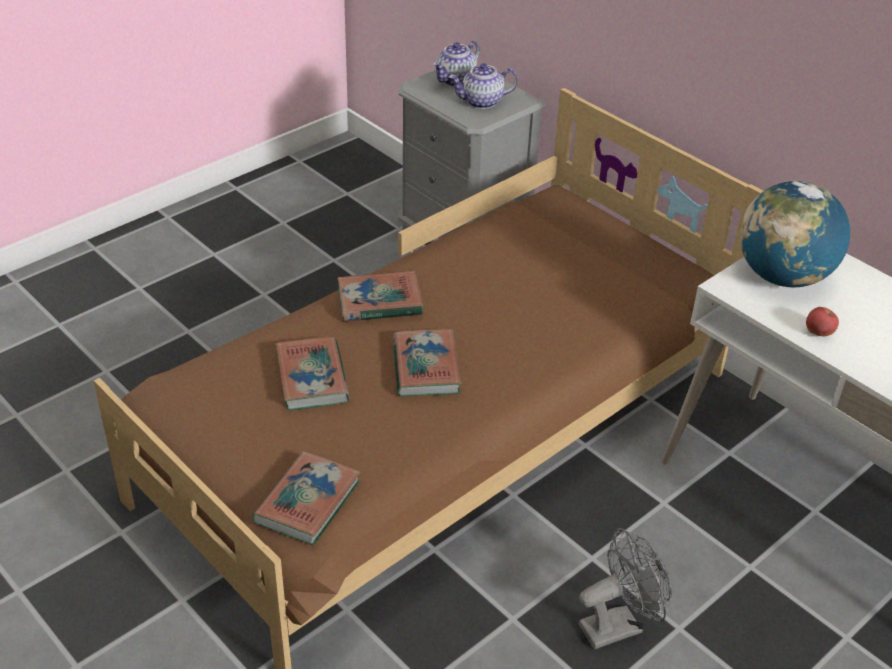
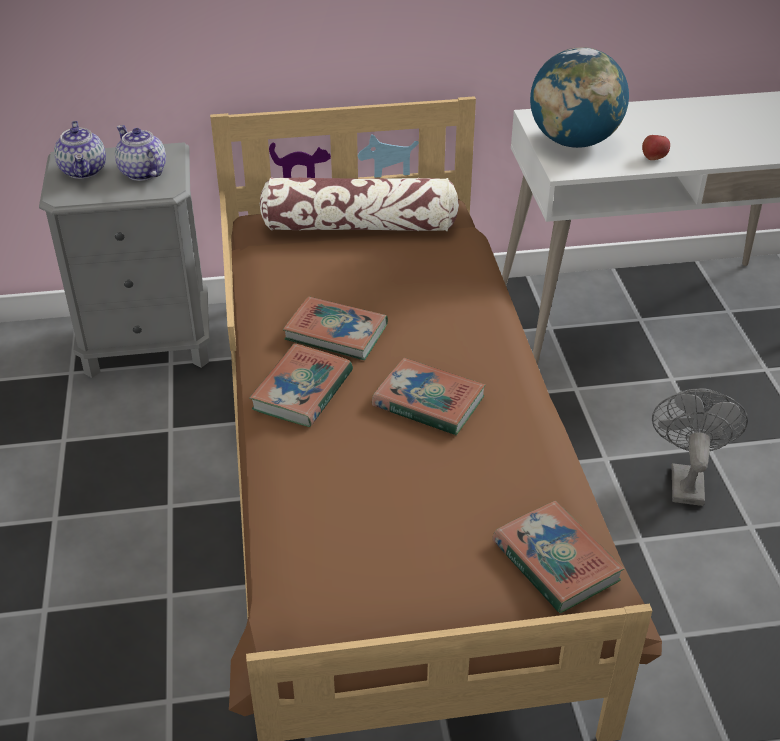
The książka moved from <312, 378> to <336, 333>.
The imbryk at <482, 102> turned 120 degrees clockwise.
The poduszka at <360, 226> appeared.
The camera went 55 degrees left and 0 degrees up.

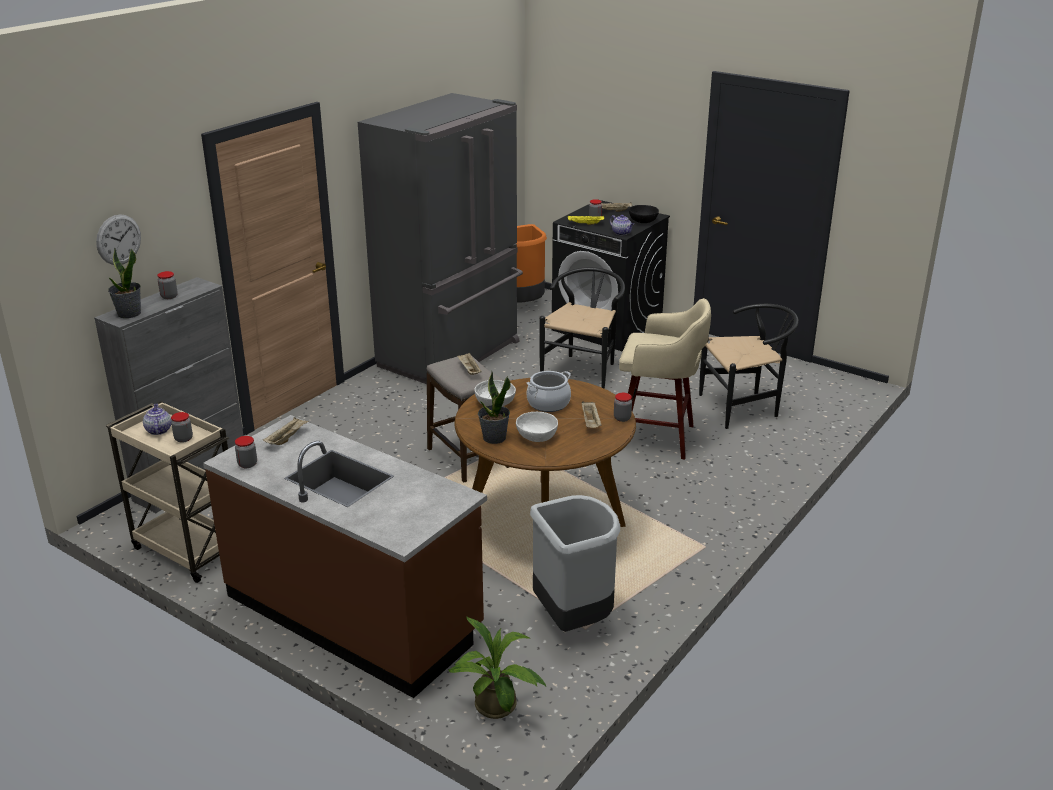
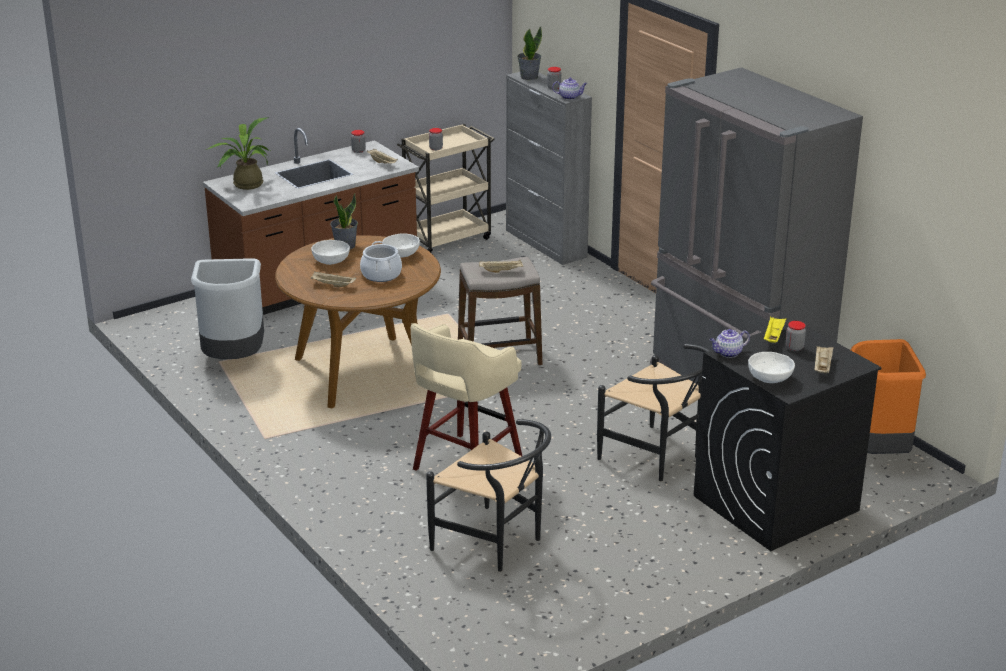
The zegar ścienny at <118, 239> disappeared.
The imbryk moved from <158, 430> to <570, 97>.
The roślina doniczkowa moved from <498, 709> to <244, 185>.
The słoik at <622, 418> disappeared.
The miska [czarny] at <643, 221> became the miska [biały] at <770, 378>.
The krzesło [czarny] at <745, 407> turned 60 degrees counterclockwise.
The camera went 110 degrees right and 0 degrees up.

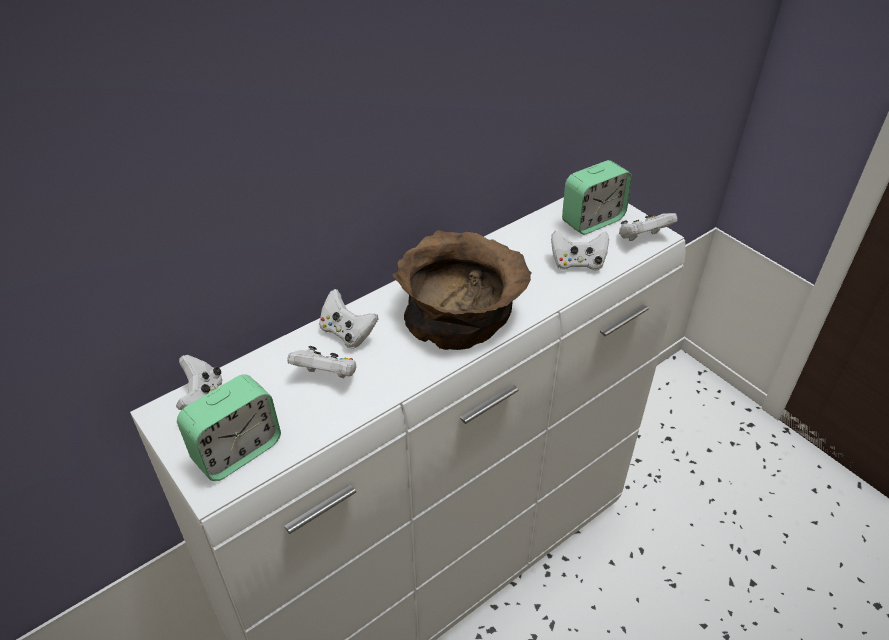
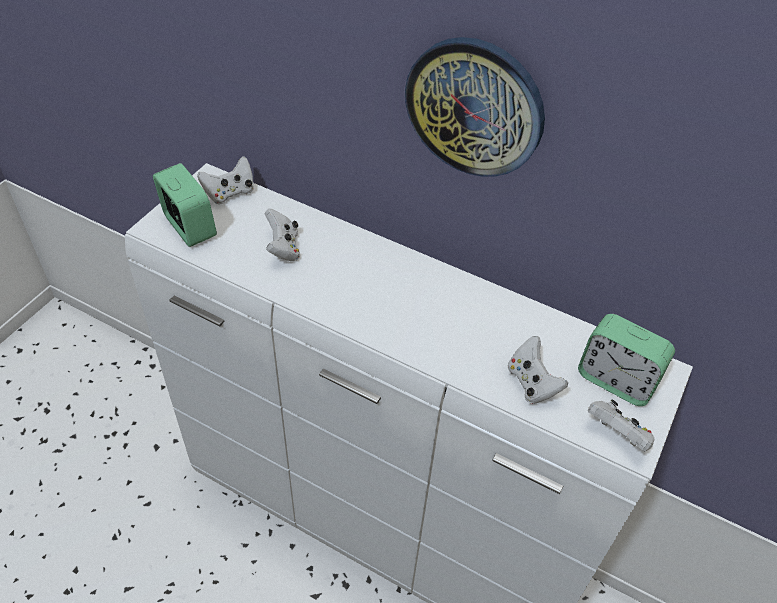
The budzik at <237, 451> turned 150 degrees counterclockwise.
The pad do gier [biały] at <347, 333> disappeared.
The miska [brązowy] at <461, 310> disappeared.
The zegar ścienny at <474, 107> appeared.
The camera went 65 degrees right and 5 degrees up.

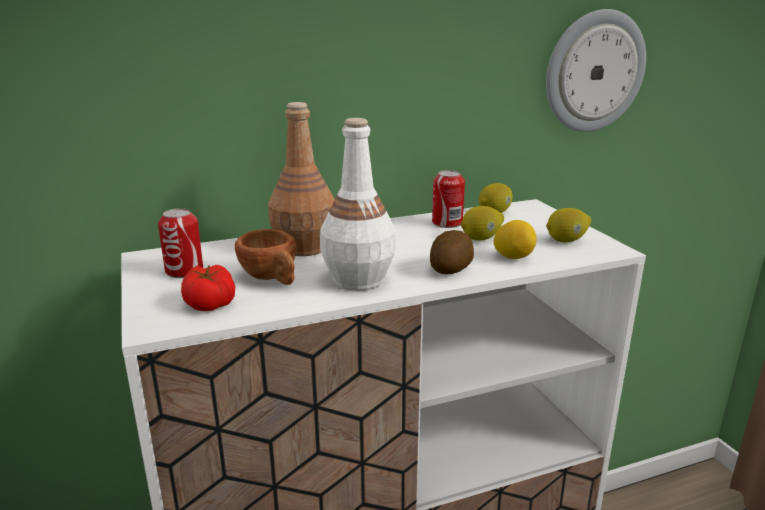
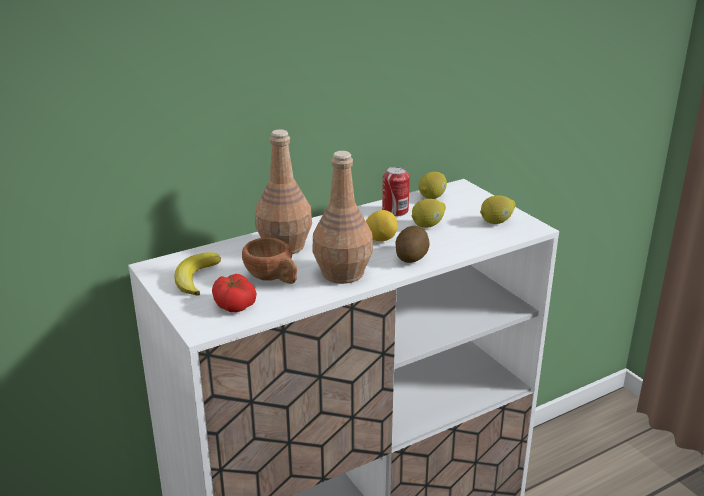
The puszka at <184, 271> was replaced by the banan at <195, 277>.
The butelka [biały] at <358, 280> became the butelka [brązowy] at <342, 273>.
The cytryna moved from <513, 257> to <380, 239>.
The zegar ścienny at <594, 72> disappeared.
The camera went 10 degrees left and 5 degrees up.

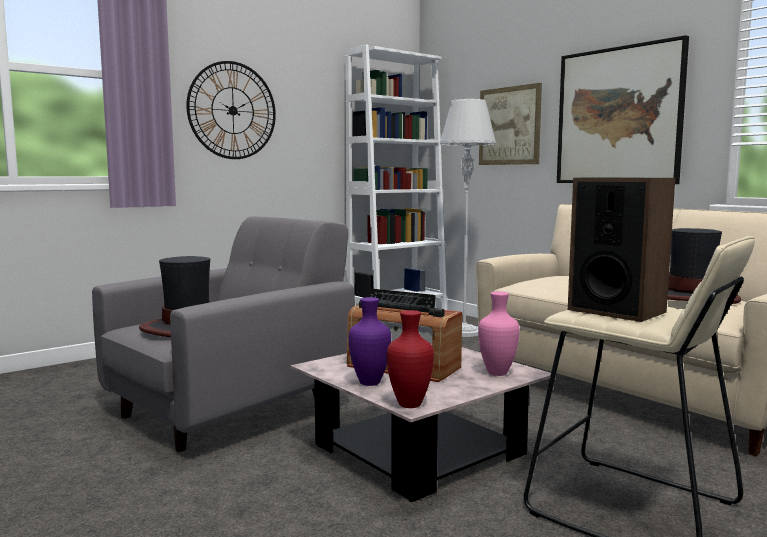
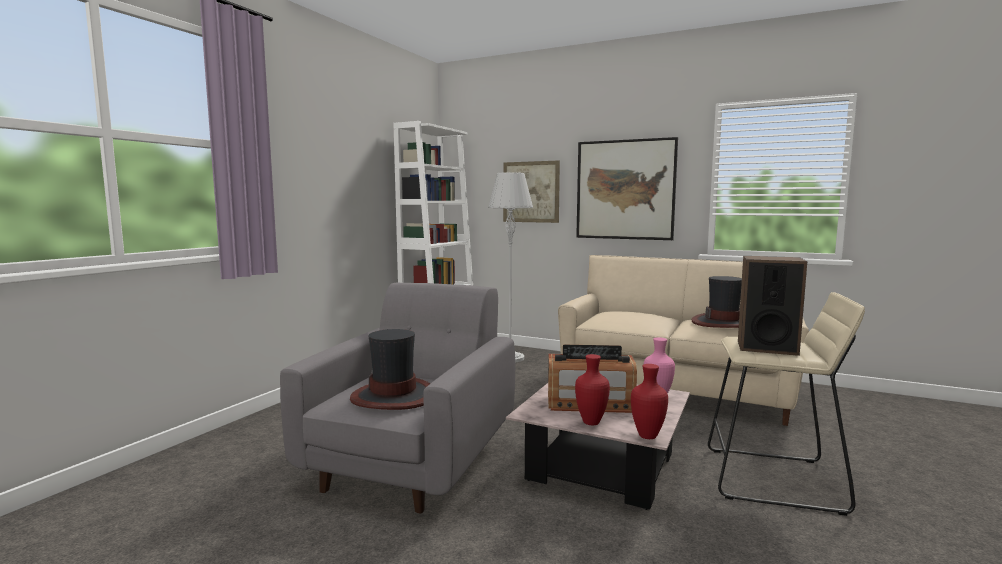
The zegar ścienny at <232, 110> disappeared.
The wazon [fioletowy] at <370, 382> became the wazon [czerwony] at <590, 422>.
The camera went 25 degrees left and 0 degrees up.

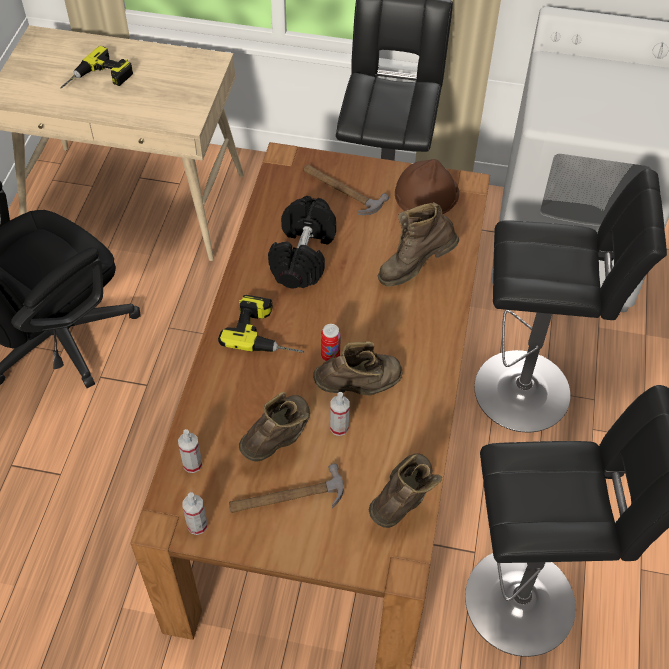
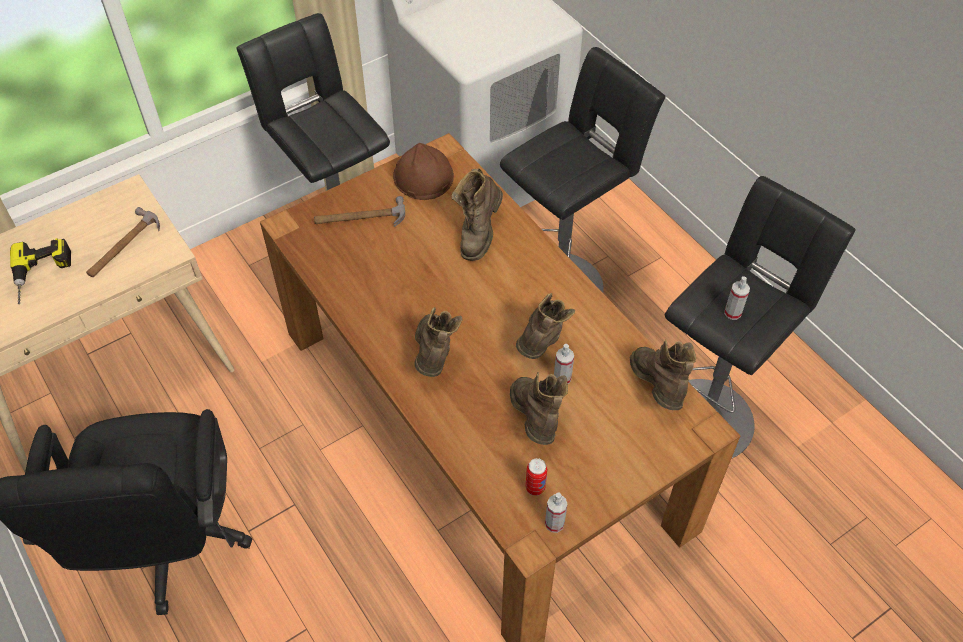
The spryskiwacz moved from <192, 464> to <732, 313>.
The wiertarka at <267, 332> was replaced by the but z cholewką [brązowy] at <435, 356>.
The młotek moved from <286, 498> to <123, 246>.
The hantel [czarny] at <302, 255> disappeared.
The puszka moved from <330, 356> to <535, 488>.
The camera went 45 degrees left and 0 degrees up.

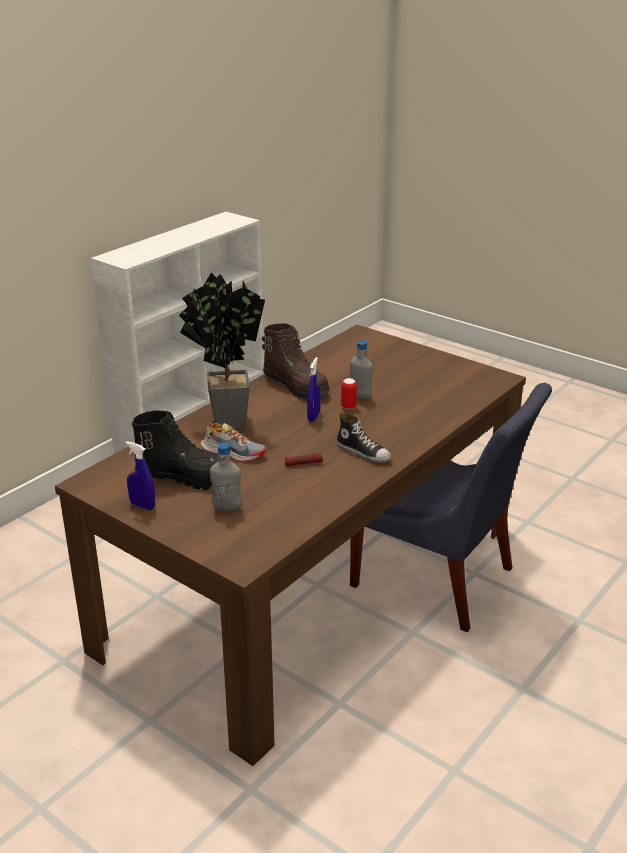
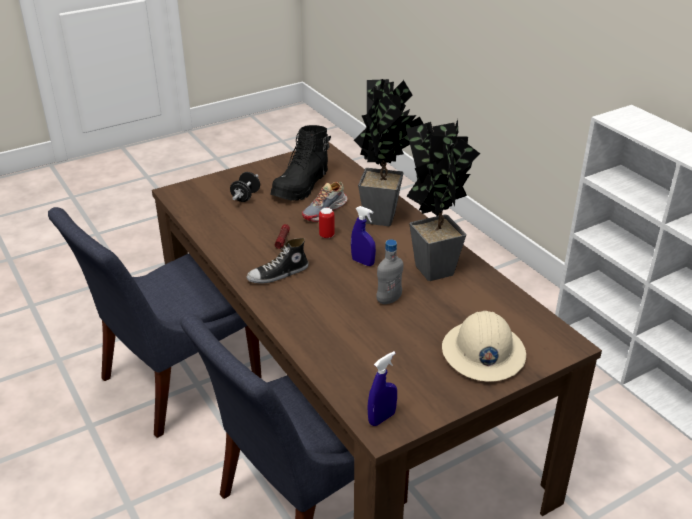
The spryskiwacz [niebieski] moved from <142, 505> to <382, 418>.
The butelka [szary] at <227, 508> was replaced by the hantel [czarny] at <246, 196>.
The but z cholewką [brązowy] at <296, 386> was replaced by the roślina doniczkowa at <434, 265>.
The puszka moved from <348, 407> to <326, 235>.
The krzesło [niebieski] at <174, 381> appeared.
The kask [beżowy] at <482, 353> appeared.
The camera went 110 degrees right and 5 degrees up.

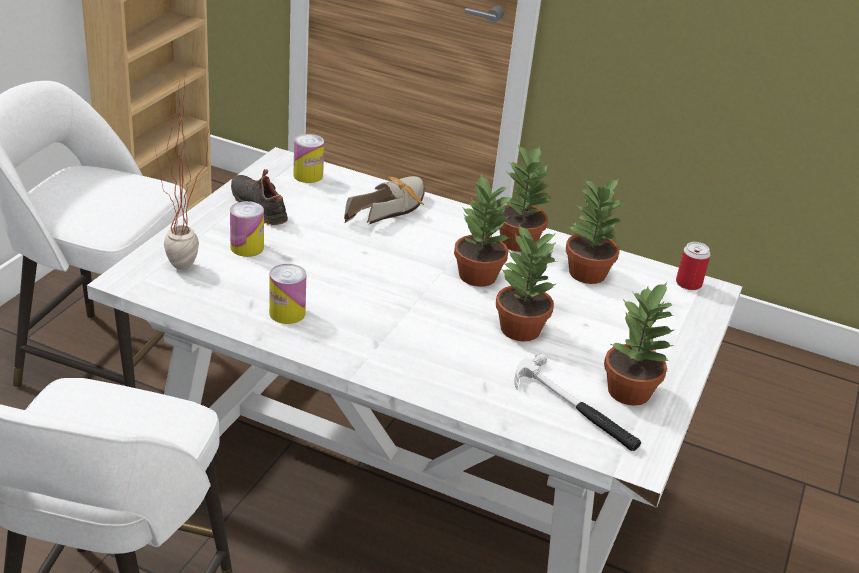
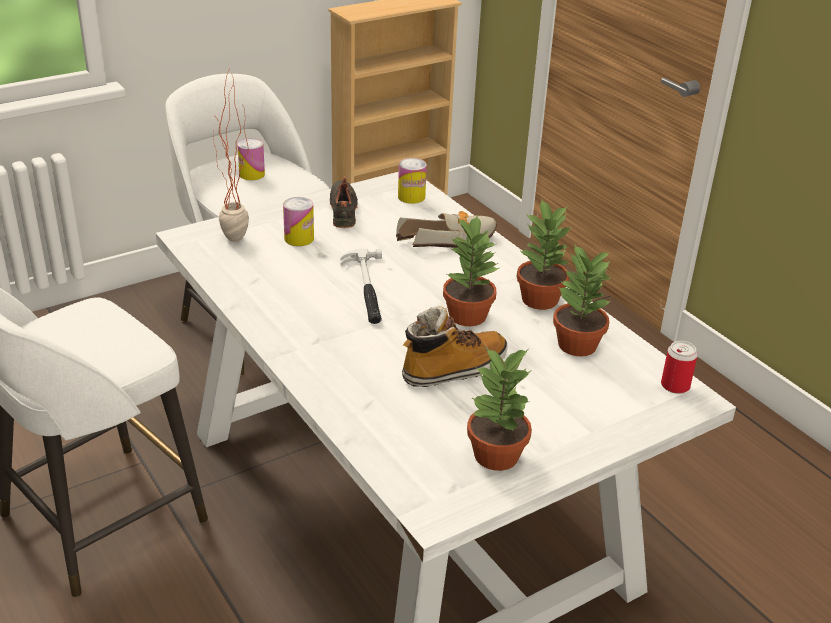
The puszka moved from <287, 313> to <252, 174>.
The roślina doniczkowa at <519, 329> was replaced by the but z cholewką at <454, 369>.
The młotek moved from <574, 408> to <366, 289>.
The camera went 35 degrees right and 0 degrees up.

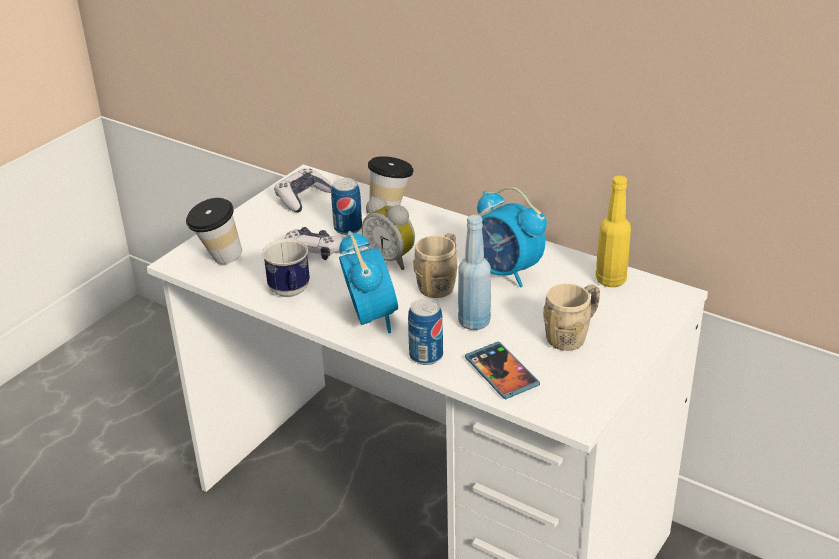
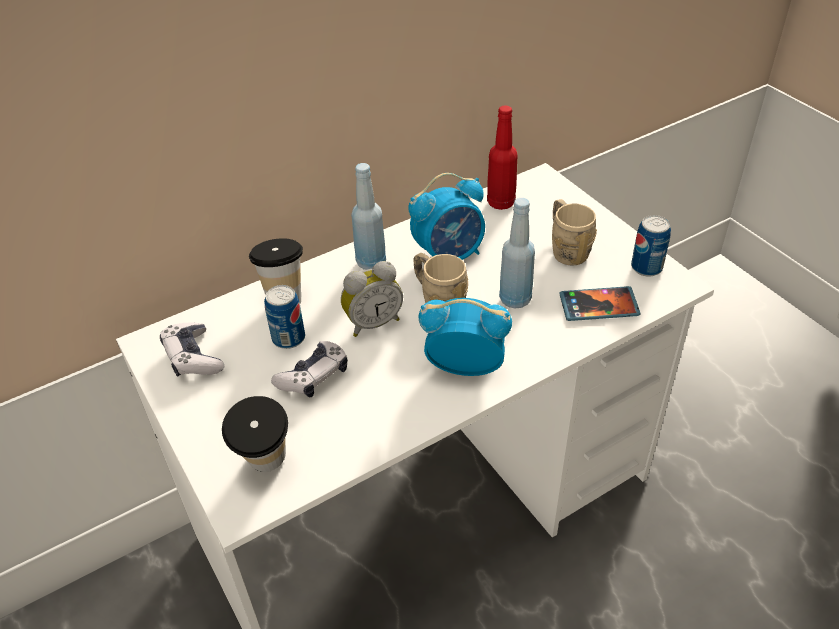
The kubek at <291, 293> disappeared.
The puszka moved from <426, 356> to <646, 267>.
The butelka [żółty] at <610, 280> became the butelka [czerwony] at <501, 202>.
The butelka [niebieski] at <371, 262> appeared.
The camera went 65 degrees left and 10 degrees up.

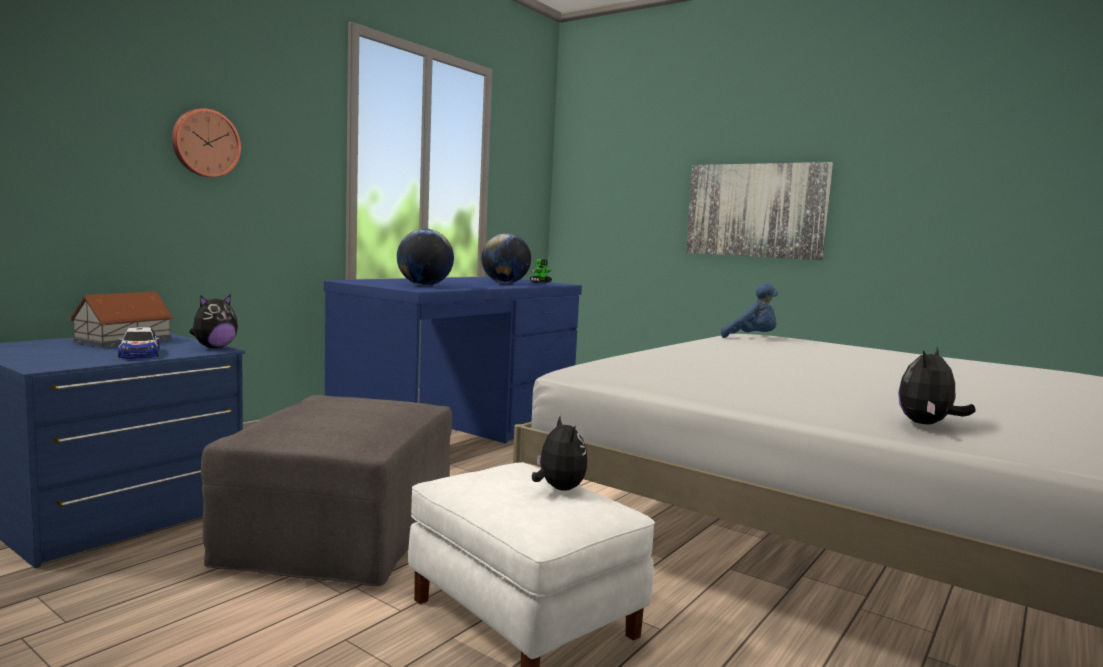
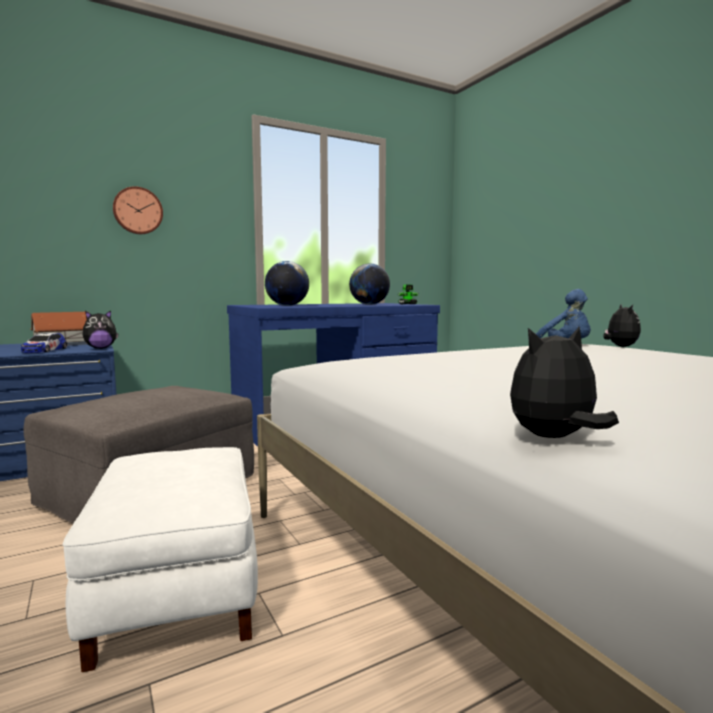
The pluszak moved from <558, 489> to <620, 346>.
The obraz at <755, 210> disappeared.
The camera went 25 degrees right and 0 degrees up.

